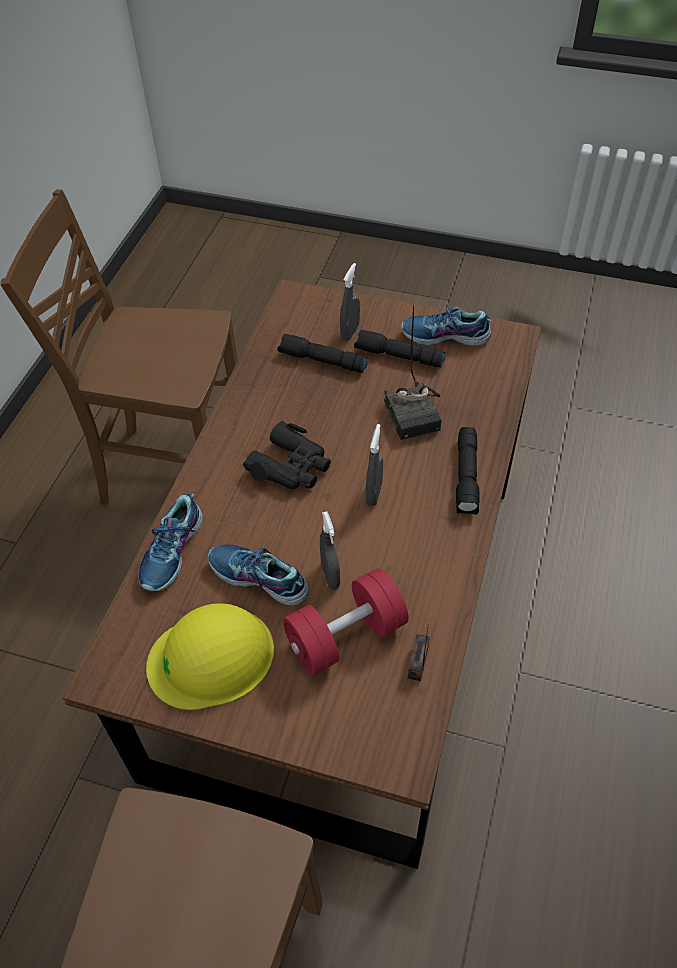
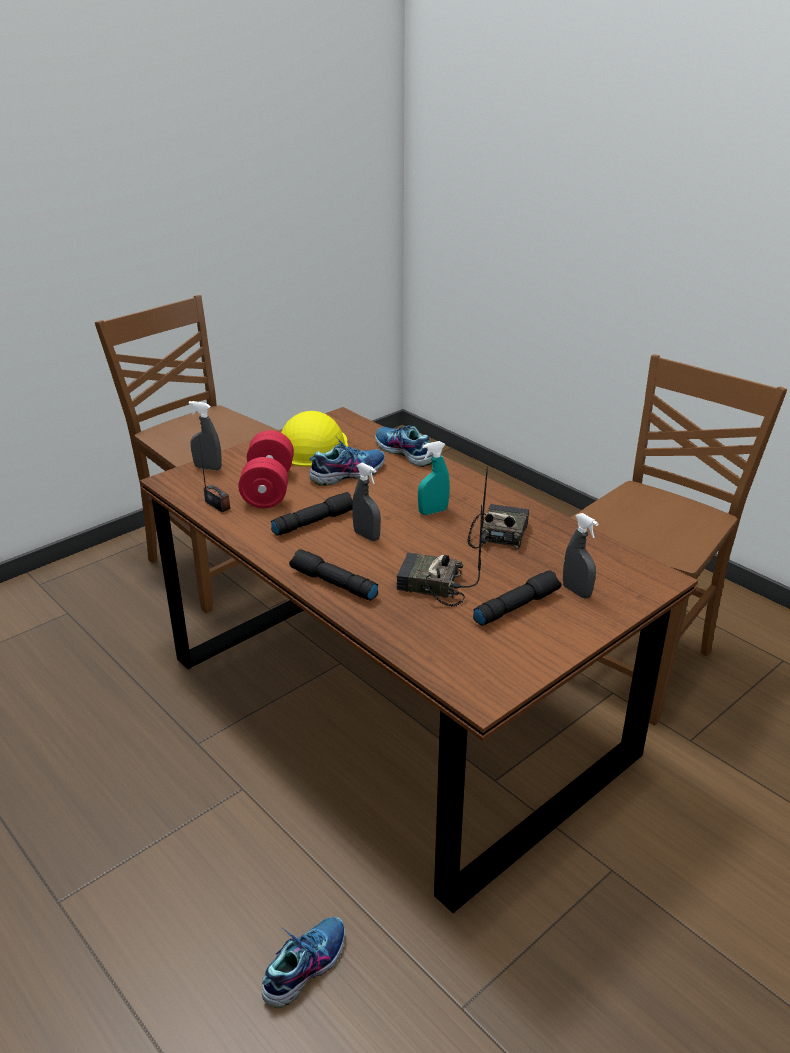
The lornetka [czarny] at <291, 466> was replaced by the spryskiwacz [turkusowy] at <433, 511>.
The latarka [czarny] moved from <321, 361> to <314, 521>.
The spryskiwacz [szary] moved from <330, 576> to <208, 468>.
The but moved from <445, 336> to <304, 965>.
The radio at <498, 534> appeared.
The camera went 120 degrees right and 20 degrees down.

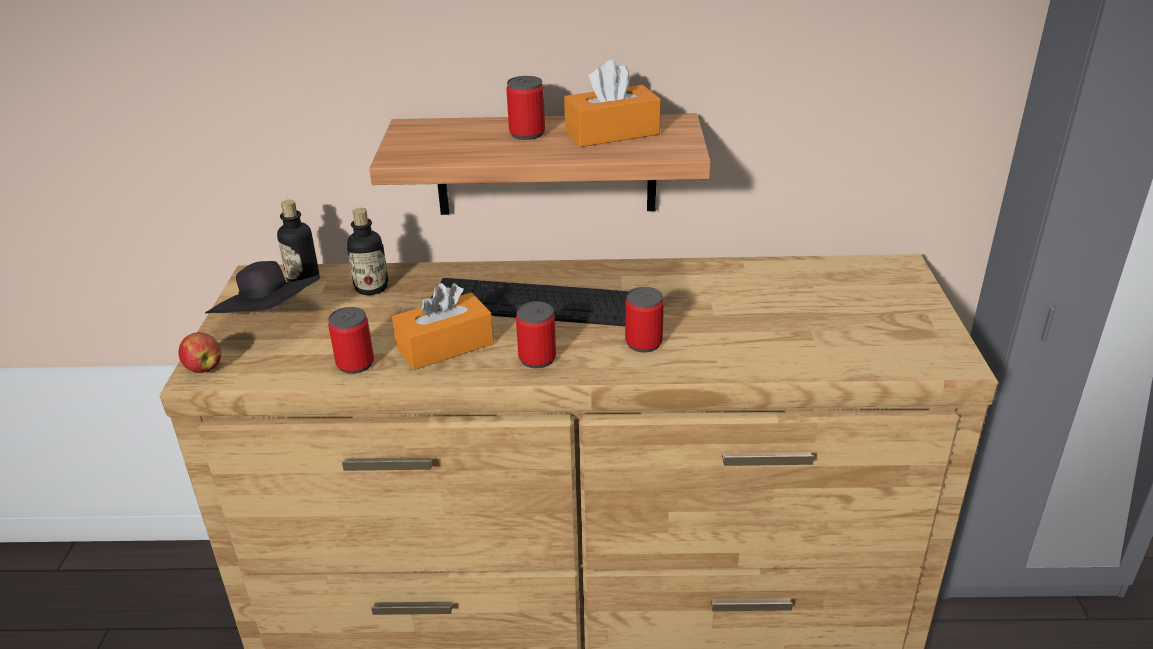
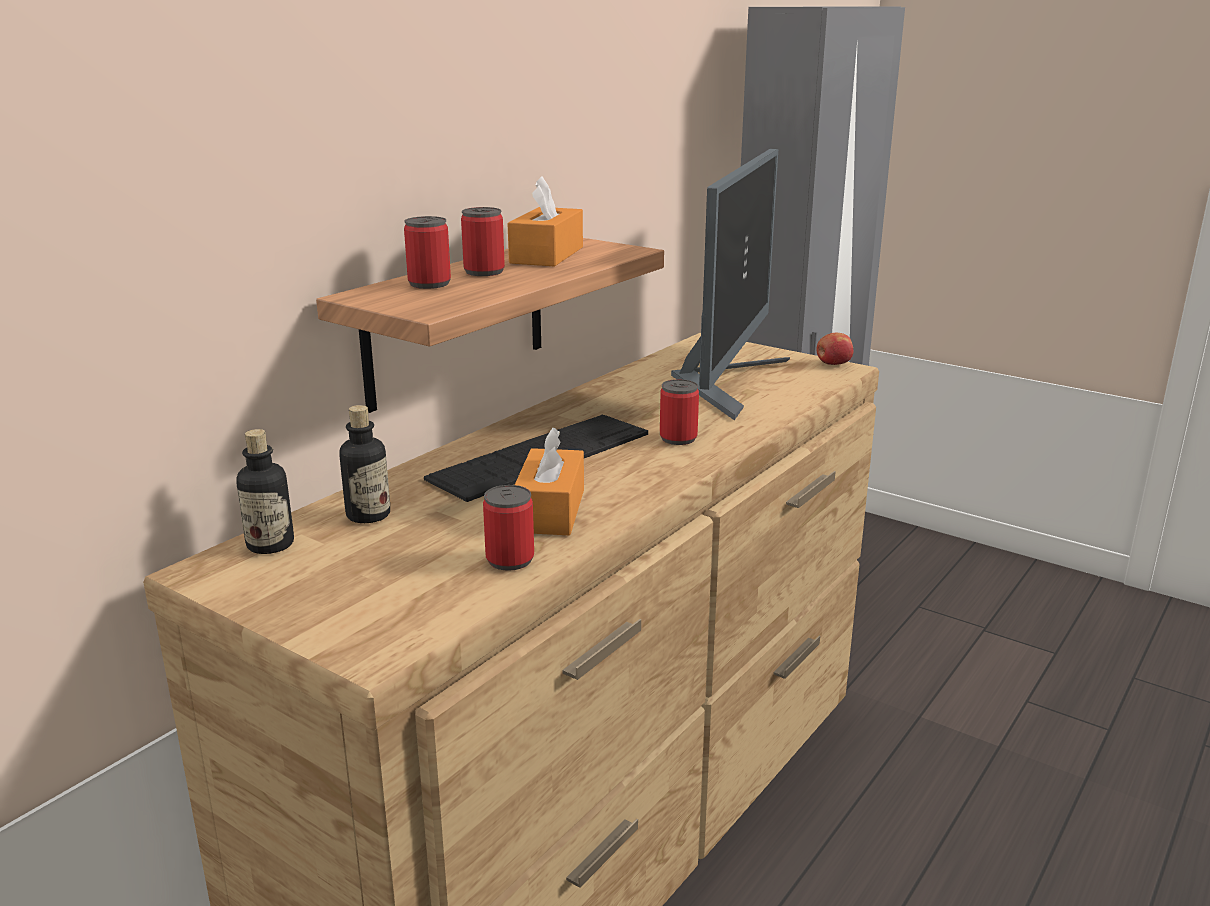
The jabłko moved from <203, 368> to <833, 364>.
The kapelusz [czarny] at <272, 322> disappeared.
The puszka moved from <537, 358> to <429, 284>.
The monitor at <726, 382> appeared.
The camera went 55 degrees left and 10 degrees down.

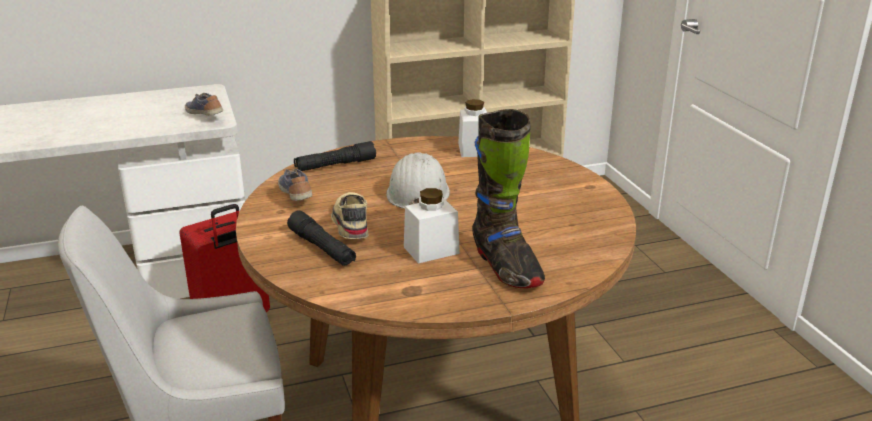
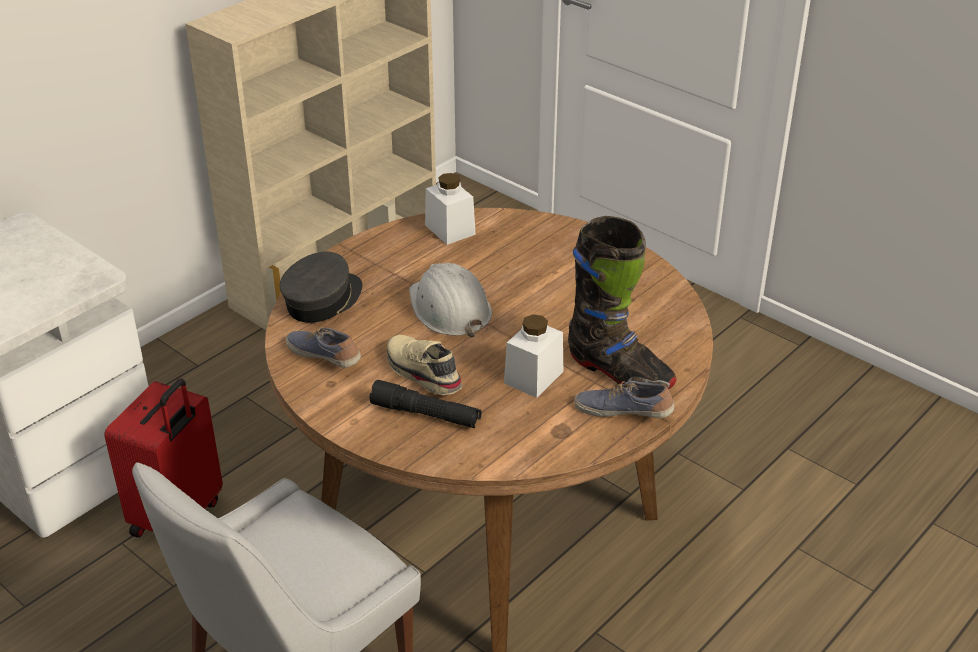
The but moved from <205, 115> to <623, 411>.
The latarka [czarny] at <335, 165> was replaced by the czapka z daszkiem [szary] at <323, 300>.
The camera went 30 degrees left and 10 degrees up.

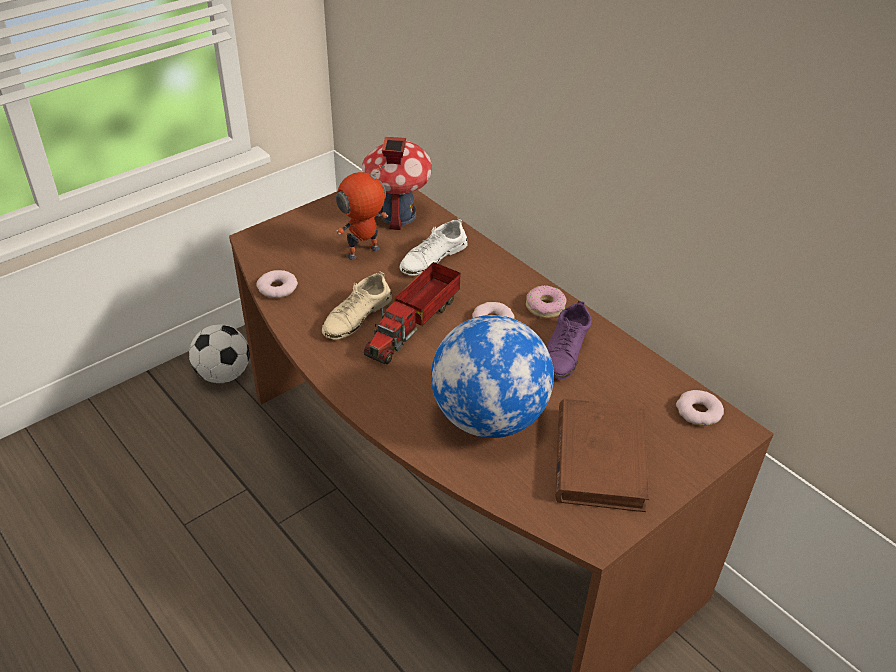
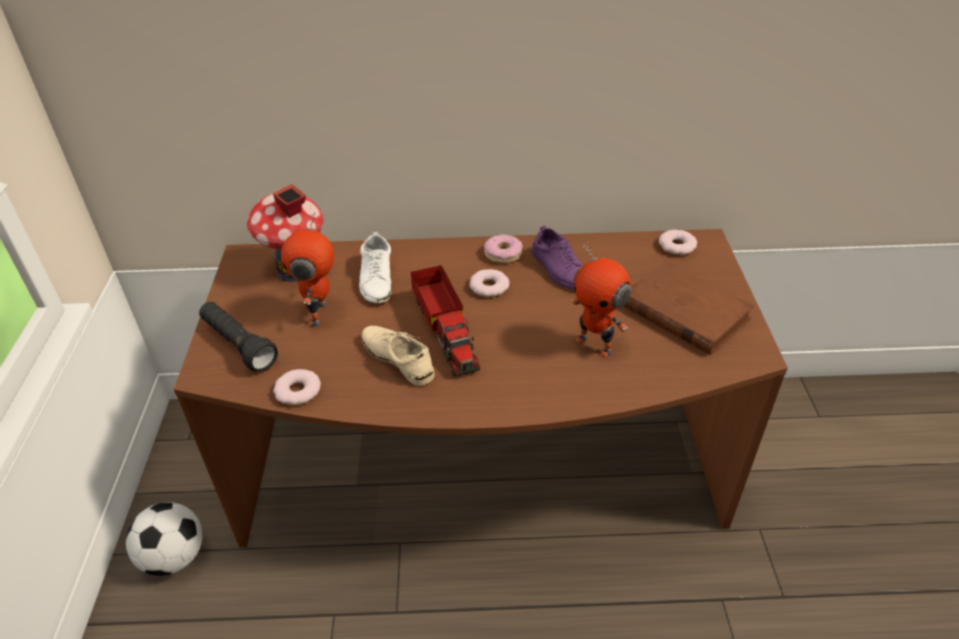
The but [beżowy] at <357, 316> turned 150 degrees clockwise.
The globus at <489, 418> was replaced by the robot zabawkowy at <595, 344>.
The latarka [czarny] at <238, 345> appeared.
The camera went 50 degrees left and 0 degrees up.

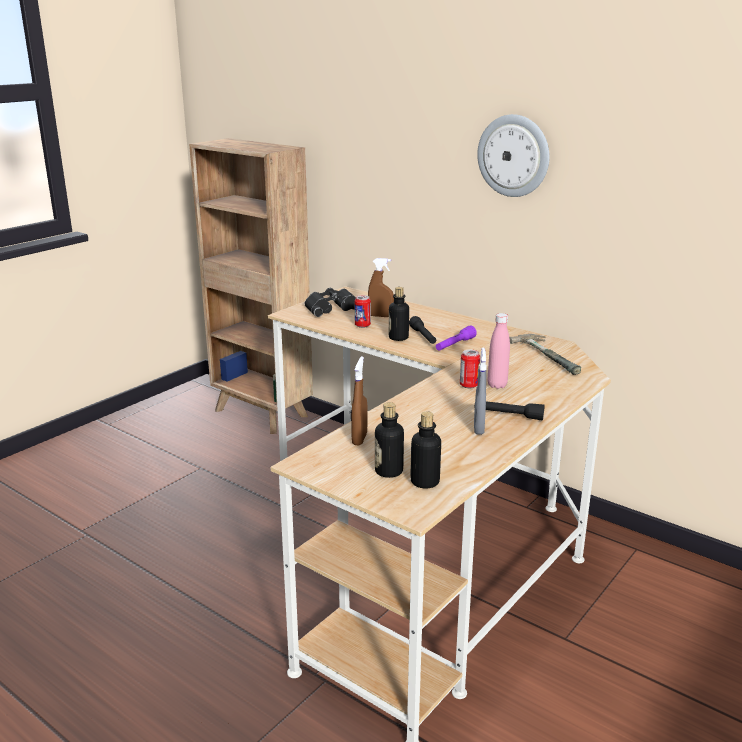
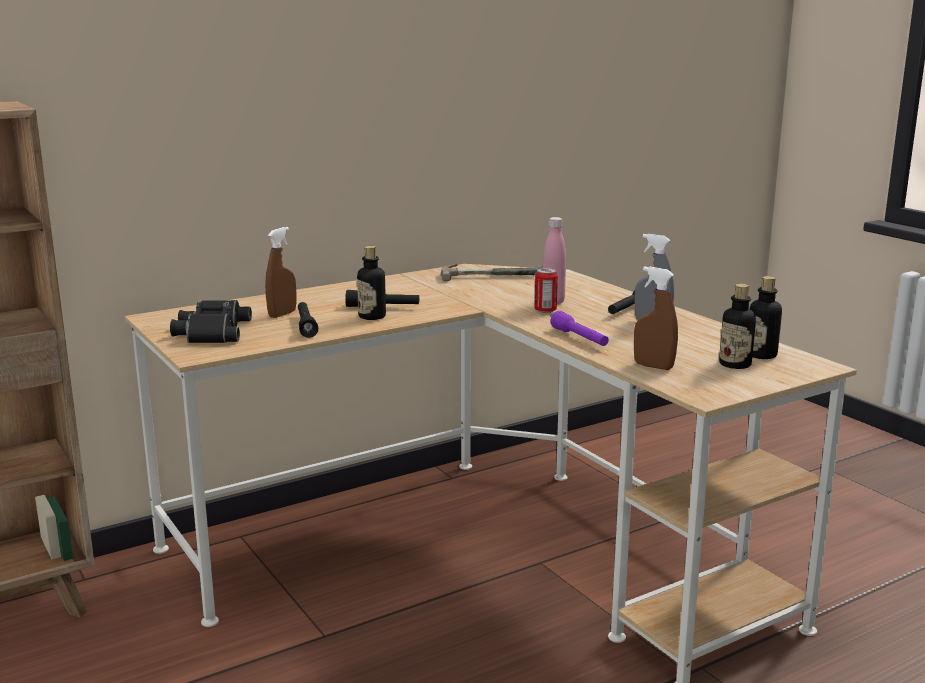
The puszka at <362, 325> was replaced by the latarka [czarny] at <306, 326>.
The latarka [fioletowy] moved from <454, 345> to <580, 339>.
The zegar ścienny at <514, 156> disappeared.
The camera went 70 degrees left and 5 degrees down.

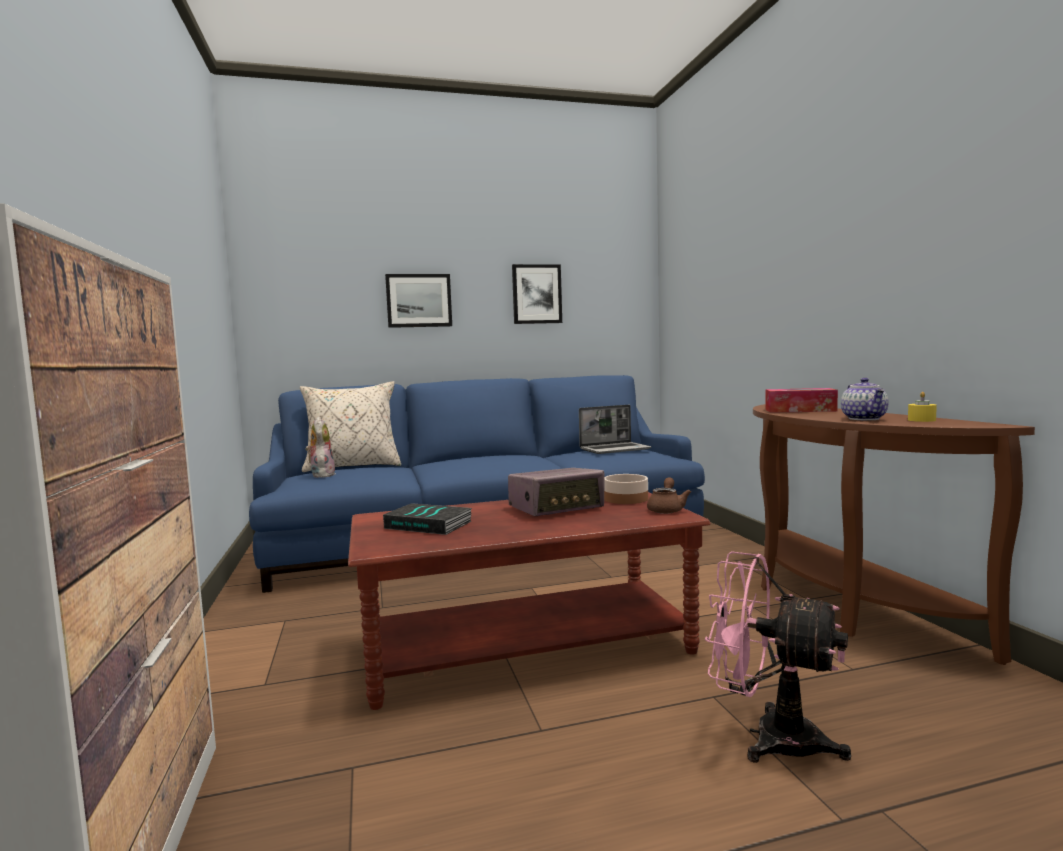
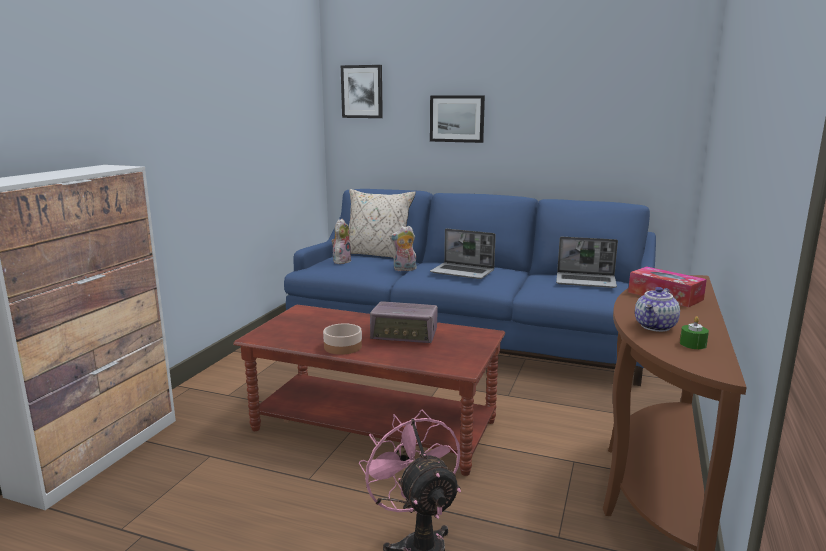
The książka at <430, 525> disappeared.
The obraz moved from <536, 294> to <362, 91>.
The miska moved from <626, 499> to <343, 347>.
The imbryk [brązowy] at <667, 509> disappeared.
The świeca [żółty] at <921, 420> became the świeca [zielony] at <693, 344>.
The pluszak at <404, 269> appeared.
The laptop at <463, 272> appeared.
The camera went 35 degrees right and 10 degrees up.

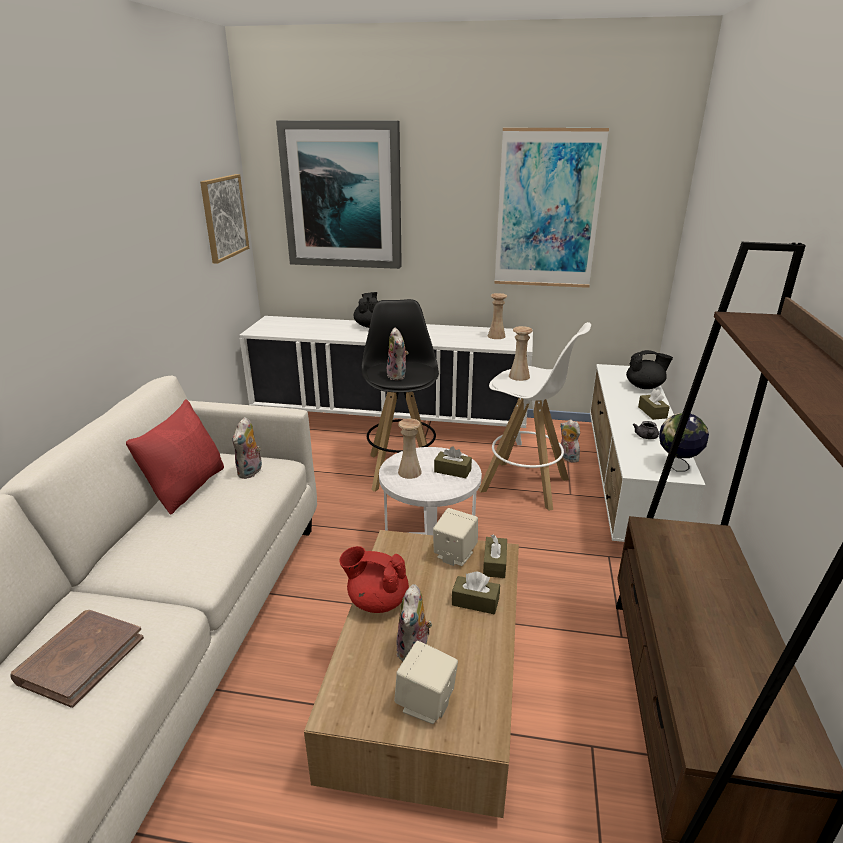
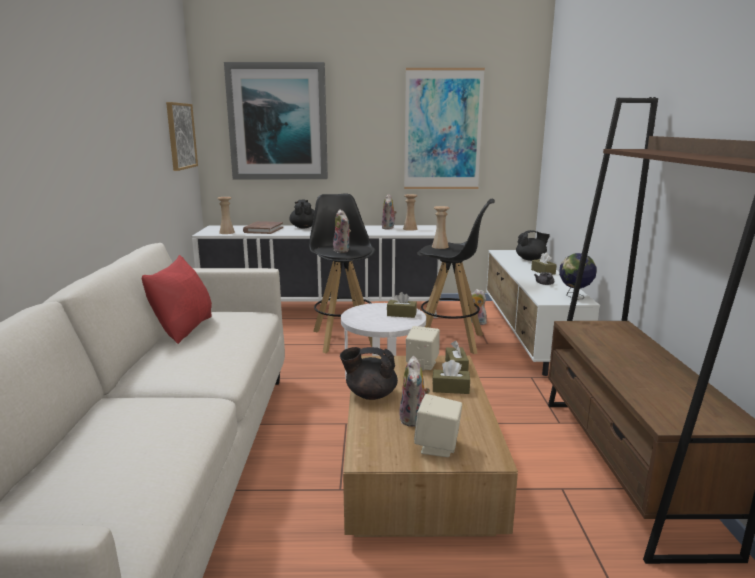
The książka [brązowy] moved from <80, 659> to <263, 230>.
The pluszak moved from <251, 472> to <389, 228>.
The imbryk [czerwony] at <377, 601> became the imbryk [czarny] at <370, 395>.
The wazon [beżowy] moved from <409, 472> to <227, 232>.
The stołek [biały] at <525, 485> became the stołek [czarny] at <450, 340>.
The camera went 10 degrees left and 10 degrees down.

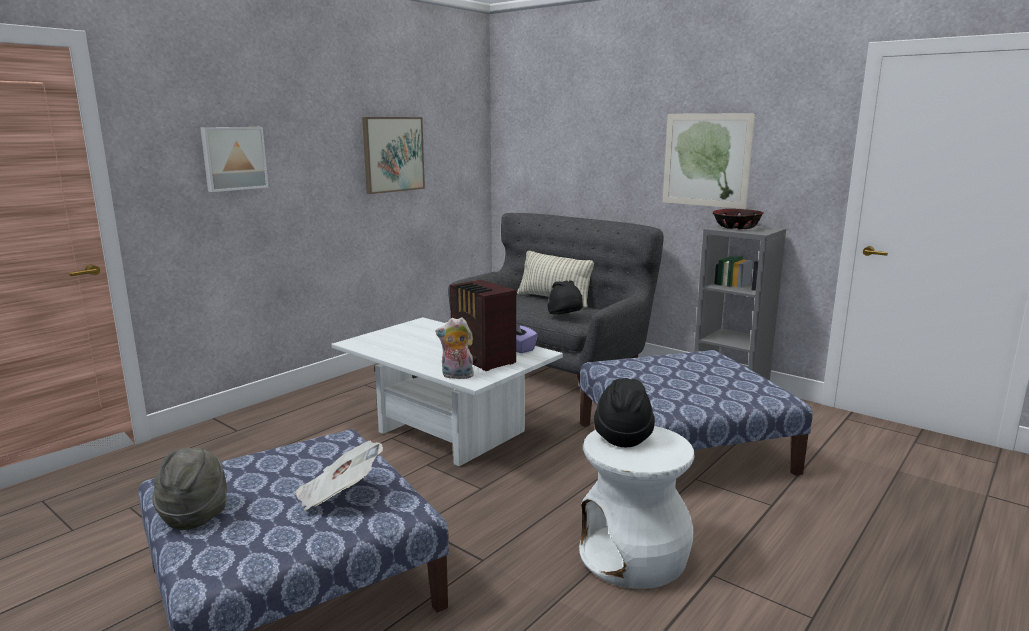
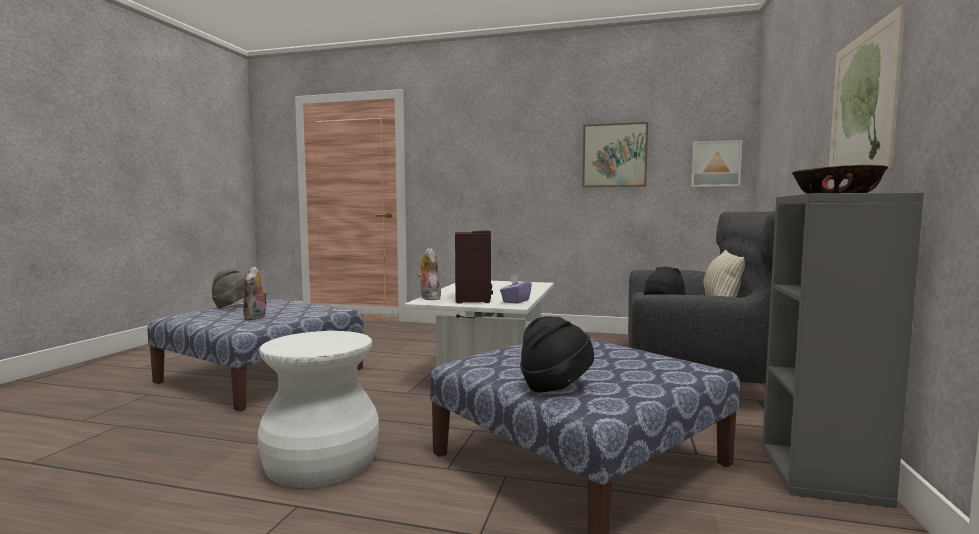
The obraz moved from <233, 158> to <715, 164>.
The gazeta at <339, 495> was replaced by the pluszak at <256, 318>.
The radio at <483, 360> turned 150 degrees clockwise.
The kapelusz [czarny] moved from <623, 436> to <555, 386>.
The camera went 65 degrees right and 10 degrees down.

